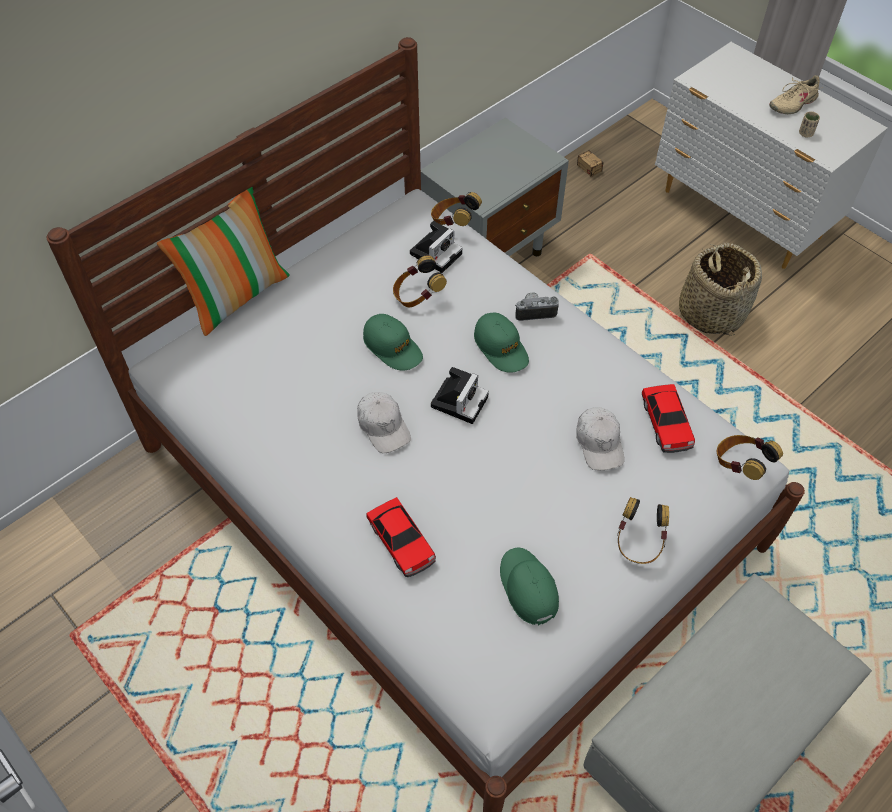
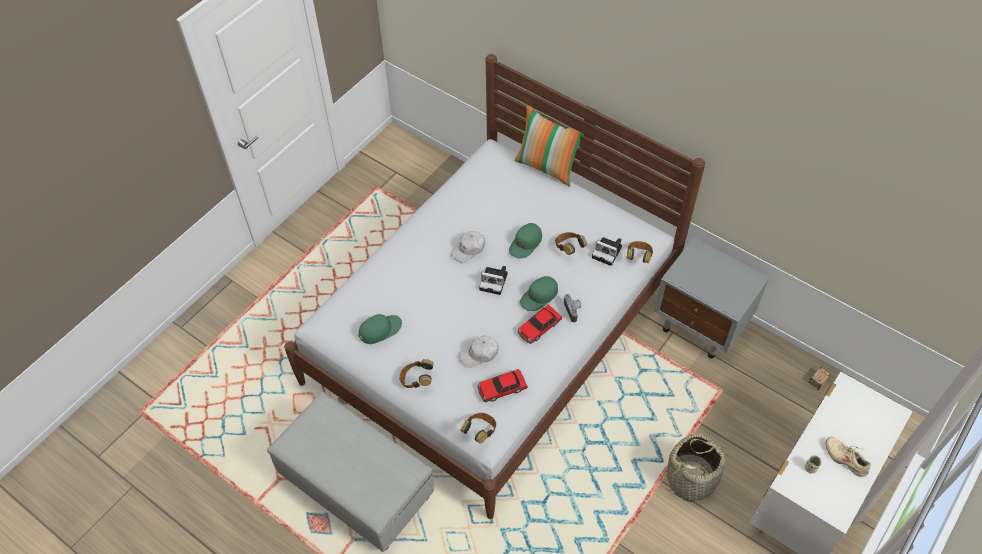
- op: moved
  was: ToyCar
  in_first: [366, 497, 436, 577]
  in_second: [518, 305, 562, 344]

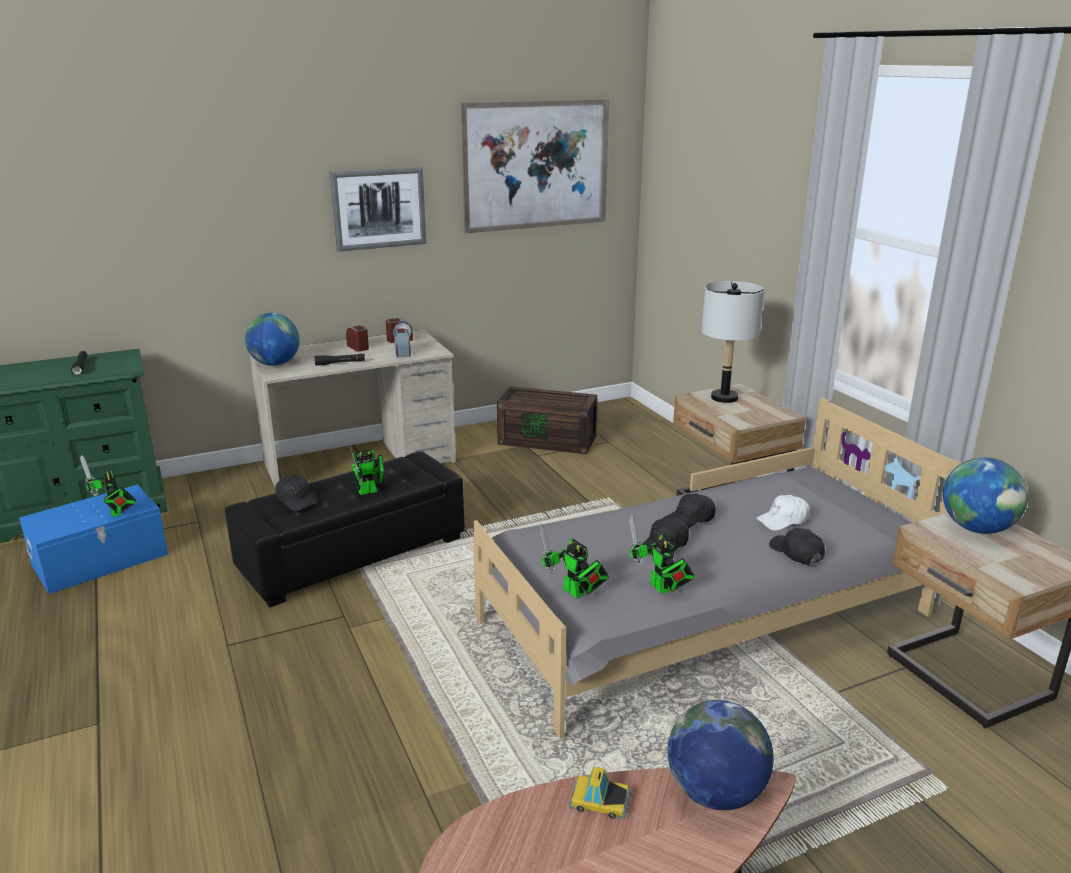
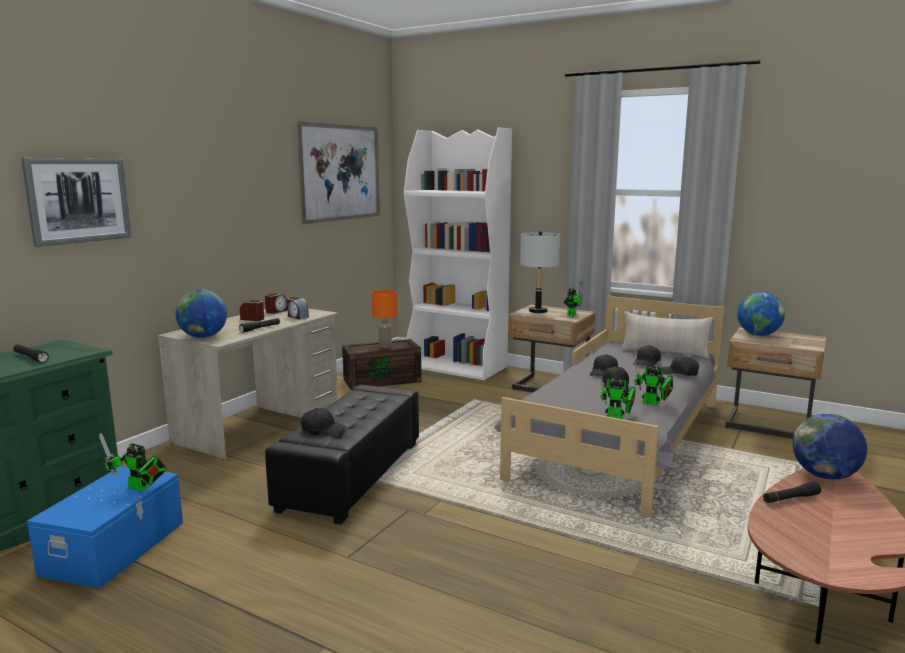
- op: moved
  was: Picture
  in_first: [330, 167, 426, 252]
  in_second: [21, 158, 131, 247]
- op: moved
  was: ToyRobot
  in_first: [350, 447, 384, 495]
  in_second: [563, 280, 583, 317]
- op: replaced
  was: ToyCar
  now: BlackFlashlight
  in_first: [568, 767, 632, 819]
  in_second: [763, 482, 821, 503]
- op: recoloured
  was: WhiteCap
  now: BlackCap
  in_first: [756, 495, 810, 531]
  in_second: [633, 345, 661, 366]
- op: added
  now: OrangeTableLamp
  in_second: [371, 290, 397, 348]
- op: added
  now: WhiteBookcase
  in_second: [404, 127, 512, 380]
- op: added
  now: BeigePillow
  in_second: [621, 311, 713, 358]

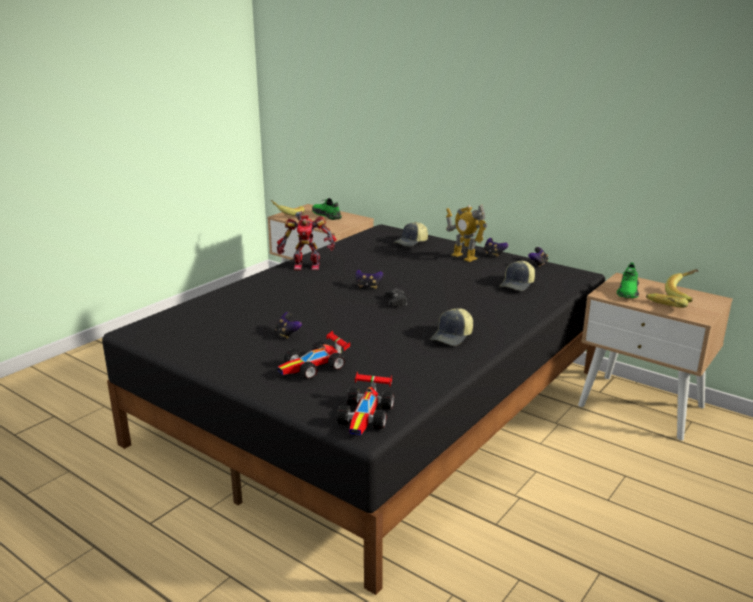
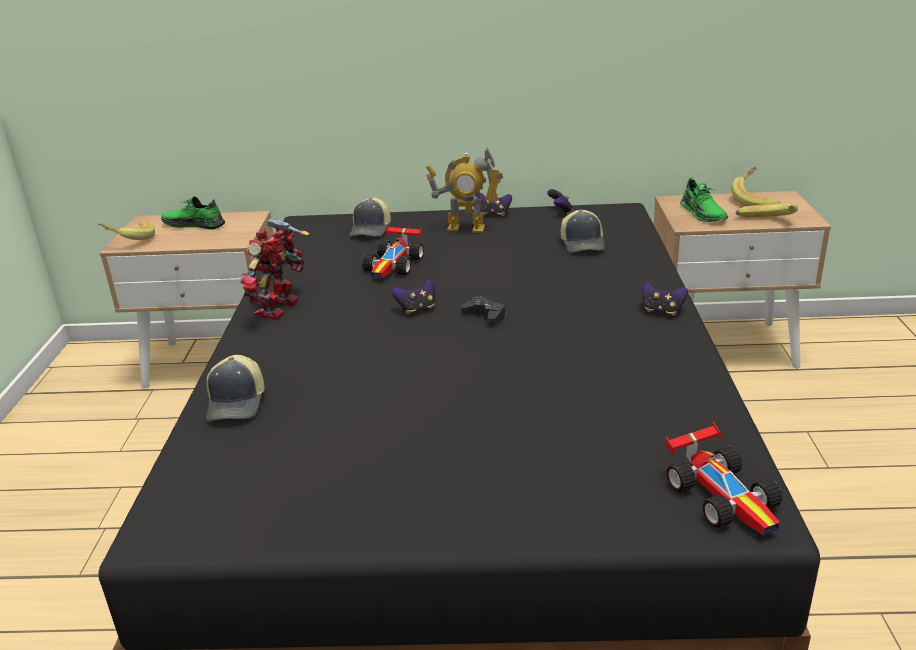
- op: moved
  was: GameController
  in_first: [275, 312, 302, 339]
  in_second: [642, 282, 688, 316]
- op: turned
  was: ToyRobot
  in_first: [277, 211, 337, 270]
  in_second: [240, 218, 310, 319]
  clockwise: 150
- op: moved
  was: ToyCar
  in_first: [278, 330, 350, 379]
  in_second: [362, 224, 424, 278]
- op: moved
  was: Cap
  in_first: [430, 308, 473, 346]
  in_second: [206, 355, 264, 421]

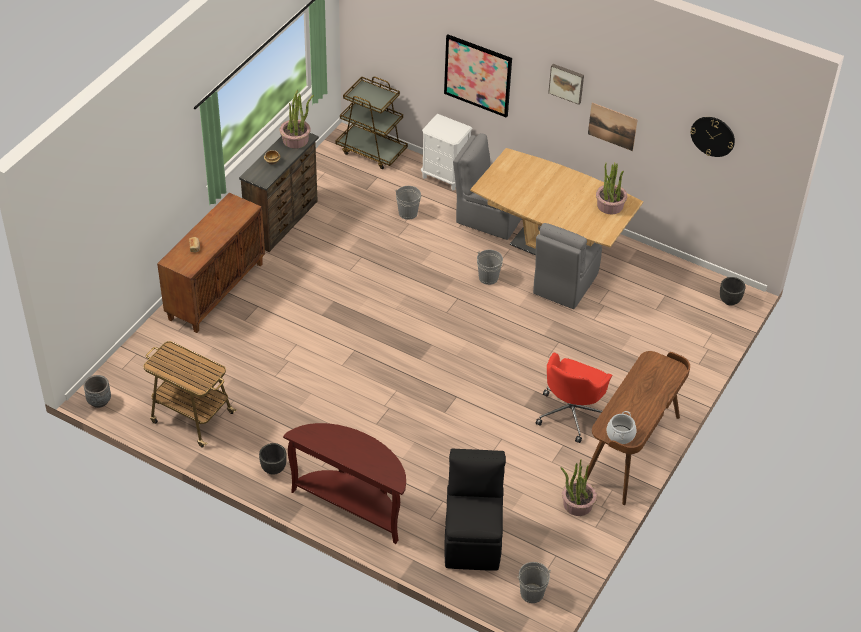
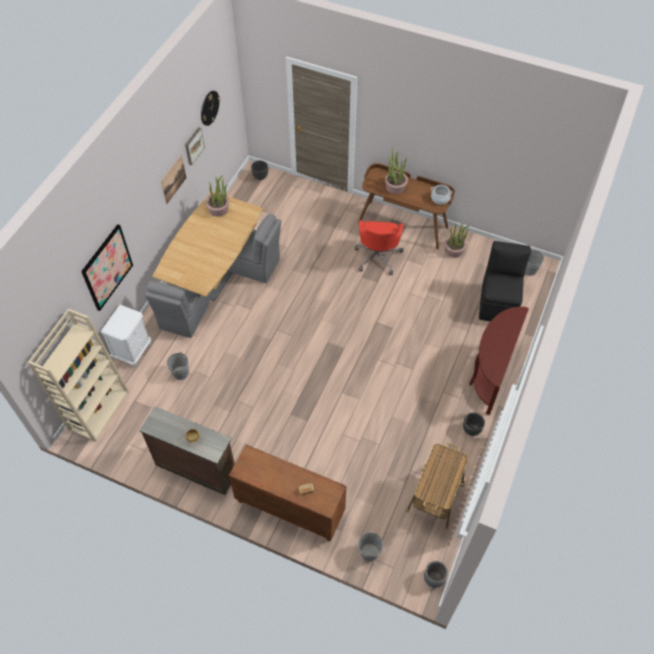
- op: moved
  was: PottedPlant
  in_first: [280, 90, 314, 148]
  in_second: [385, 147, 408, 194]
- op: replaced
  was: BrownCart
  now: BeigeBookcase
  in_first: [335, 77, 408, 169]
  in_second: [28, 308, 129, 442]
- op: turned
  was: BlackChair
  in_first: [445, 449, 506, 571]
  in_second: [479, 241, 531, 322]
  clockwise: 105
- op: moved
  was: GreyBucket
  in_first: [477, 250, 503, 285]
  in_second: [359, 533, 383, 562]
- op: turned
  was: RedOfficeChair
  in_first: [536, 352, 612, 443]
  in_second: [355, 220, 404, 275]
  clockwise: 75
- op: moved
  was: Picture
  in_first: [548, 64, 584, 105]
  in_second: [185, 127, 205, 165]

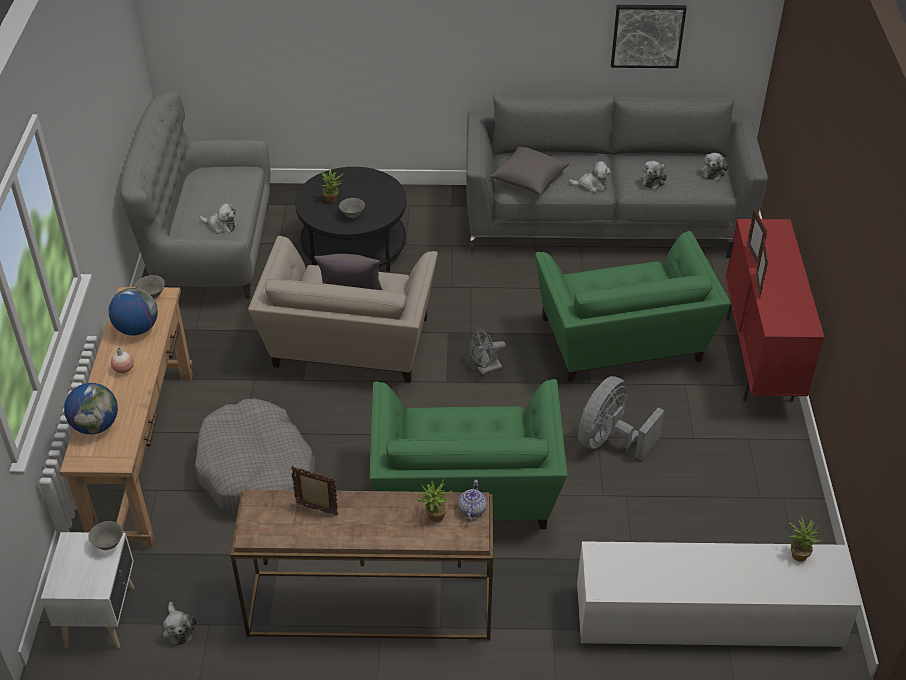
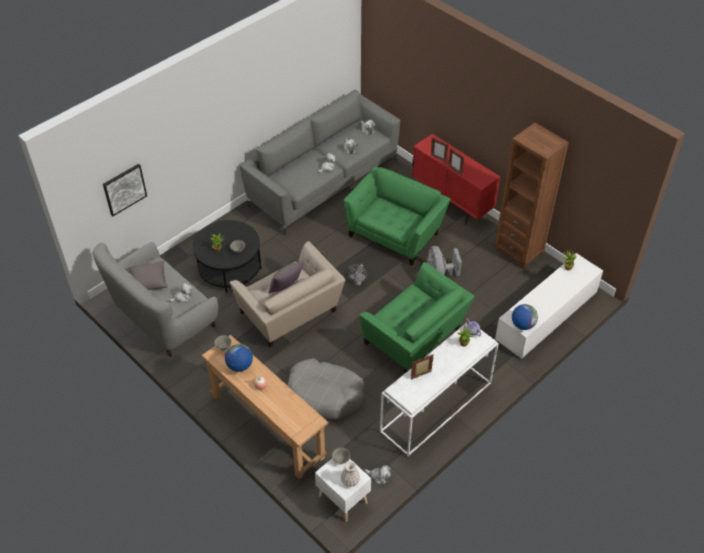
- op: moved
  was: Globe
  in_first: [64, 383, 118, 434]
  in_second: [512, 304, 538, 330]
- op: recoloured
  was: BrownConsoleTable
  now: WhiteConsoleTable
  in_first: [230, 490, 493, 641]
  in_second: [380, 321, 499, 457]
- op: moved
  was: GreyPillow
  in_first: [490, 147, 569, 194]
  in_second: [128, 260, 168, 290]
- op: turned
  was: GreenArmchair
  in_first: [535, 231, 731, 382]
  in_second: [343, 166, 450, 266]
  clockwise: -90
- op: moved
  was: Picture
  in_first: [611, 5, 687, 68]
  in_second: [103, 164, 147, 216]
- op: added
  now: WhiteVase
  in_second: [341, 461, 360, 487]
- op: added
  now: BrownBookcase
  in_second: [494, 123, 569, 269]

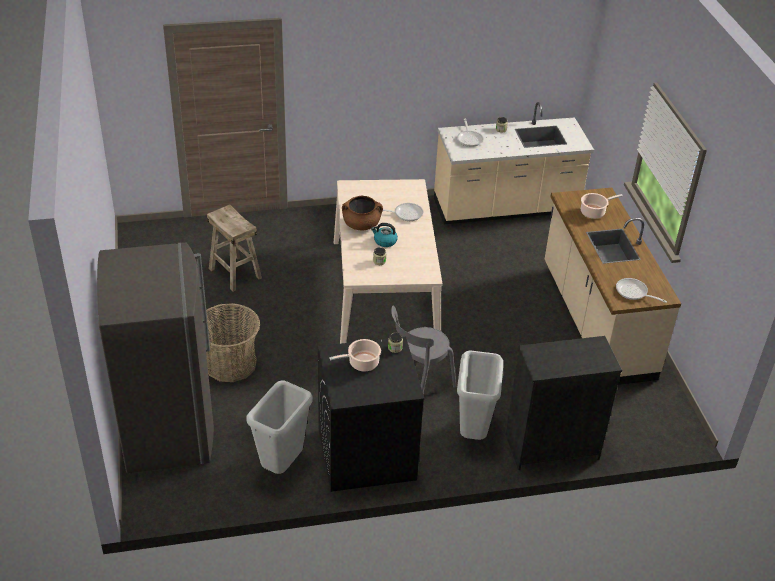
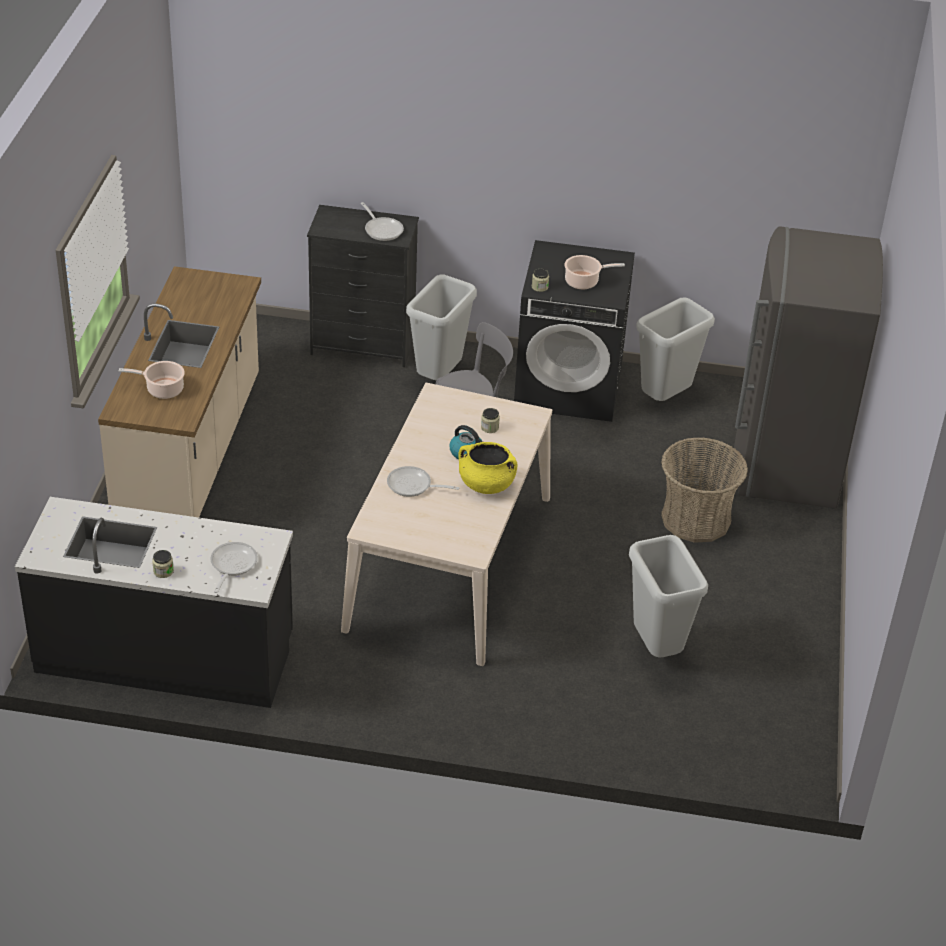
- op: replaced
  was: BeigeStool
  now: GreyTrashCan
  in_first: [207, 204, 262, 291]
  in_second: [629, 535, 708, 658]
- op: recoloured
  was: BrownCookingPot
  now: YellowCookingPot
  in_first: [342, 196, 383, 230]
  in_second: [458, 442, 517, 494]
- op: recoloured
  was: BeigeCounter
  now: BlackCounter
  in_first: [434, 102, 594, 224]
  in_second: [15, 497, 293, 708]
- op: moved
  was: FryingPan
  in_first: [616, 278, 667, 303]
  in_second: [361, 202, 404, 241]

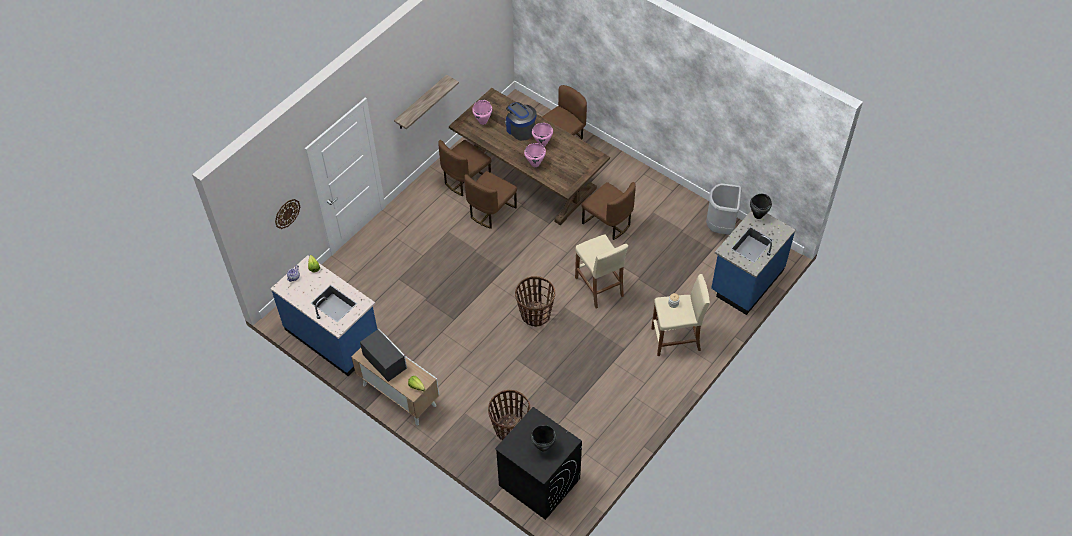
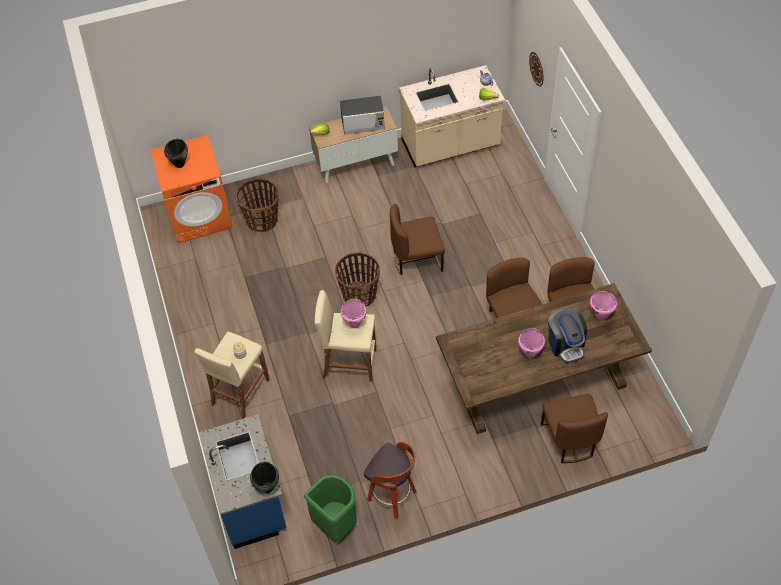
- op: recoloured
  was: BlueCounter
  now: BeigeCounter
  in_first: [270, 255, 378, 377]
  in_second: [399, 65, 505, 167]
- op: removed
  was: Shelf
  in_first: [394, 75, 459, 129]
- op: recoloured
  was: BlackWashingMachine
  now: OrangeWashingMachine
  in_first: [495, 407, 582, 520]
  in_second: [150, 135, 233, 243]
- op: turned
  was: CoffeeMachine
  in_first: [505, 102, 537, 141]
  in_second: [548, 308, 587, 363]
  clockwise: 75
- op: moved
  was: PinkCookingPot
  in_first: [524, 143, 546, 167]
  in_second: [341, 299, 366, 328]
- op: moved
  was: BrownChair
  in_first: [582, 182, 636, 240]
  in_second: [390, 204, 445, 275]
- op: recoloured
  was: GreyTrashCan
  now: GreenTrashCan
  in_first: [706, 183, 742, 235]
  in_second: [304, 475, 357, 542]
- op: added
  now: Stool
  in_second: [364, 442, 417, 519]

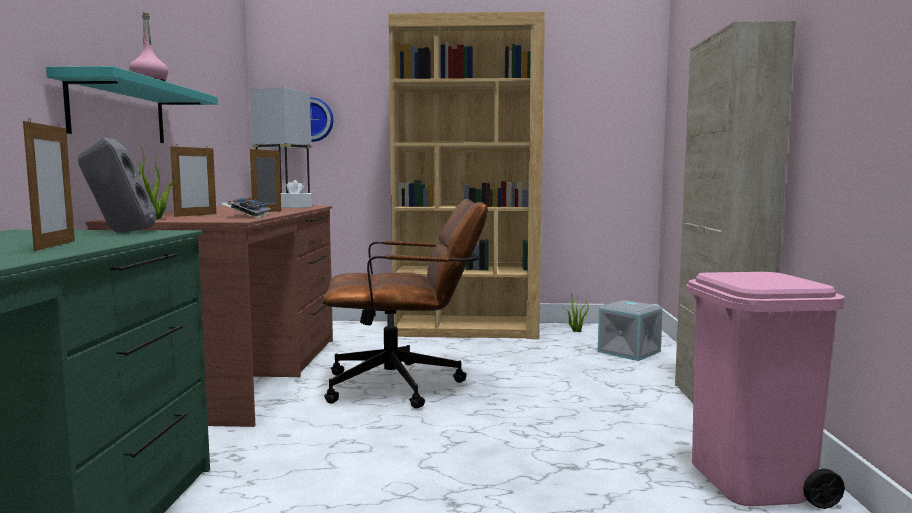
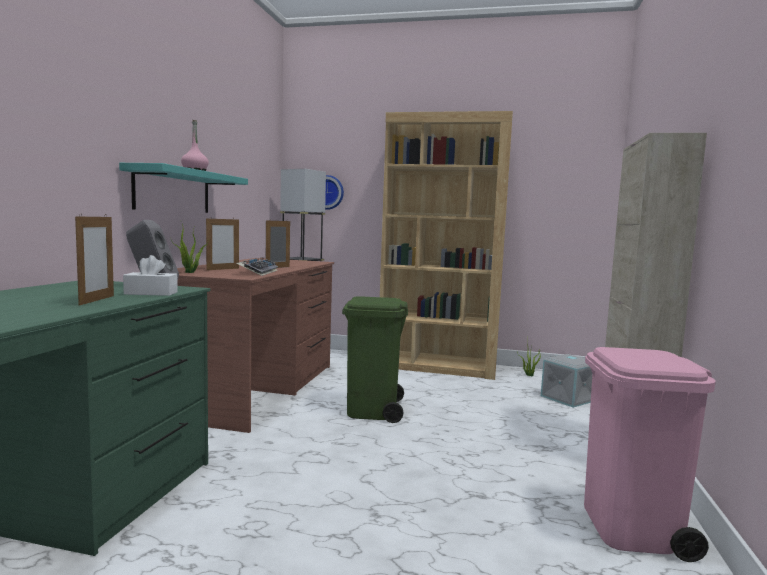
- op: moved
  was: WhiteTissueBox
  in_first: [281, 180, 312, 208]
  in_second: [123, 255, 178, 296]
- op: replaced
  was: BrownOfficeChair
  now: GreenTrashCan
  in_first: [323, 199, 488, 409]
  in_second: [342, 296, 408, 423]

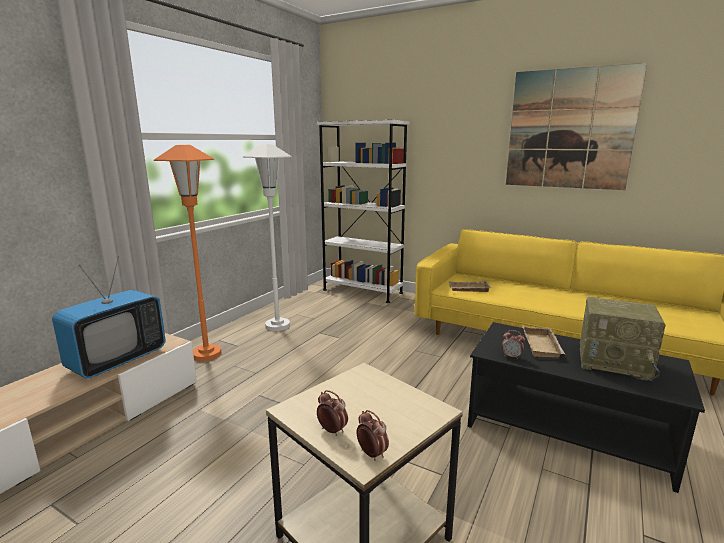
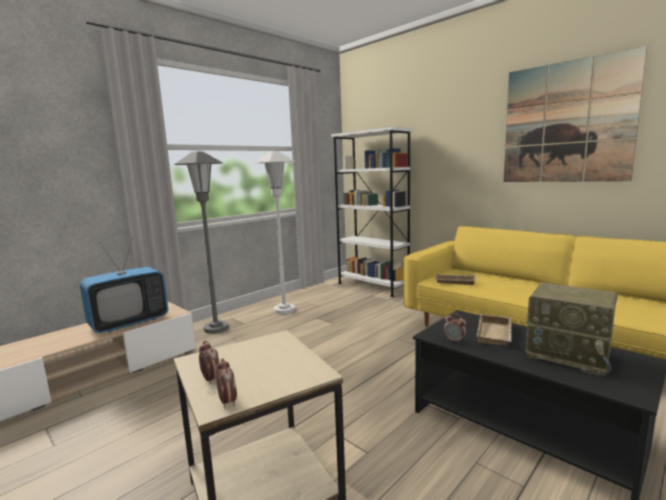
- op: recoloured
  was: OrangeFloorLamp
  now: GreyFloorLamp
  in_first: [154, 145, 221, 361]
  in_second: [175, 152, 228, 334]

